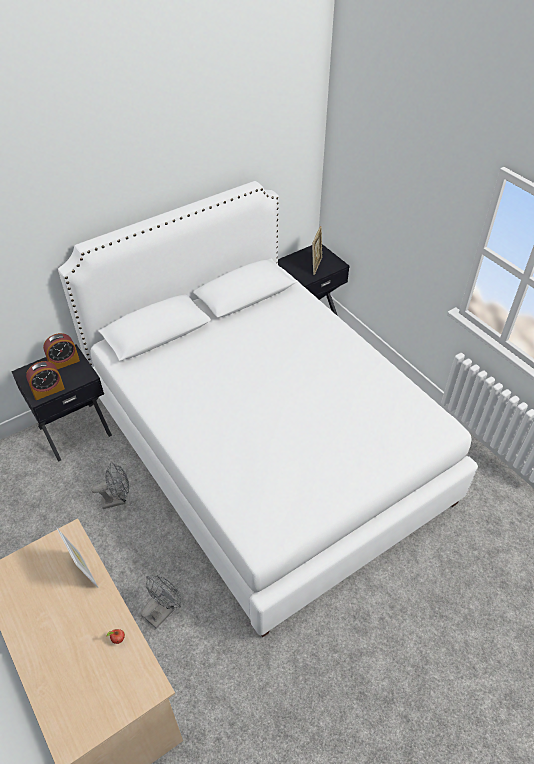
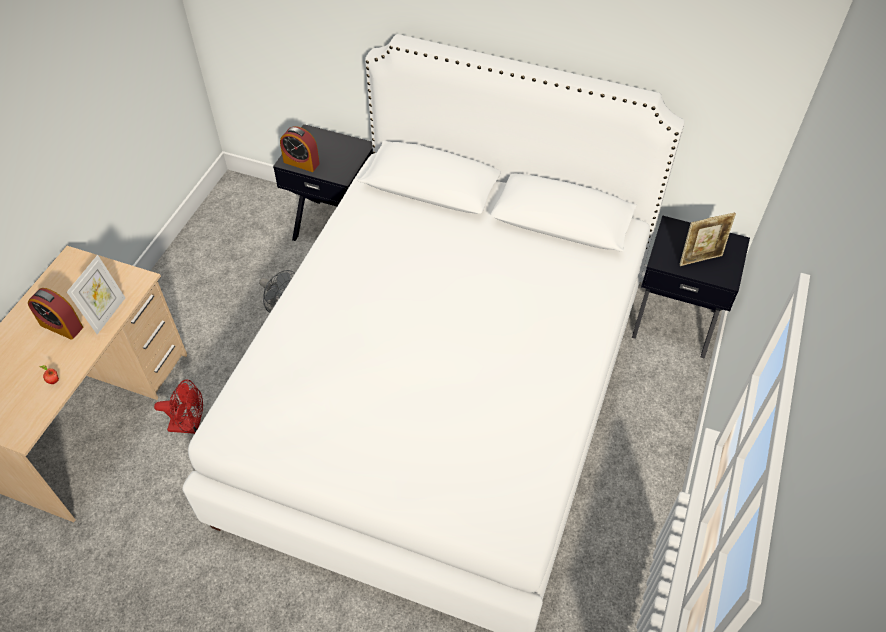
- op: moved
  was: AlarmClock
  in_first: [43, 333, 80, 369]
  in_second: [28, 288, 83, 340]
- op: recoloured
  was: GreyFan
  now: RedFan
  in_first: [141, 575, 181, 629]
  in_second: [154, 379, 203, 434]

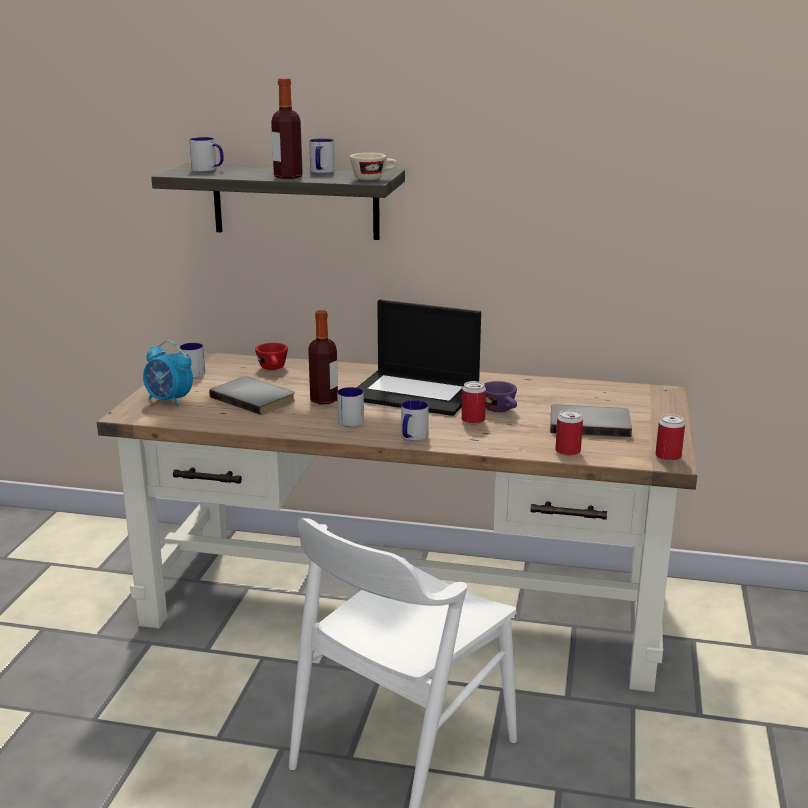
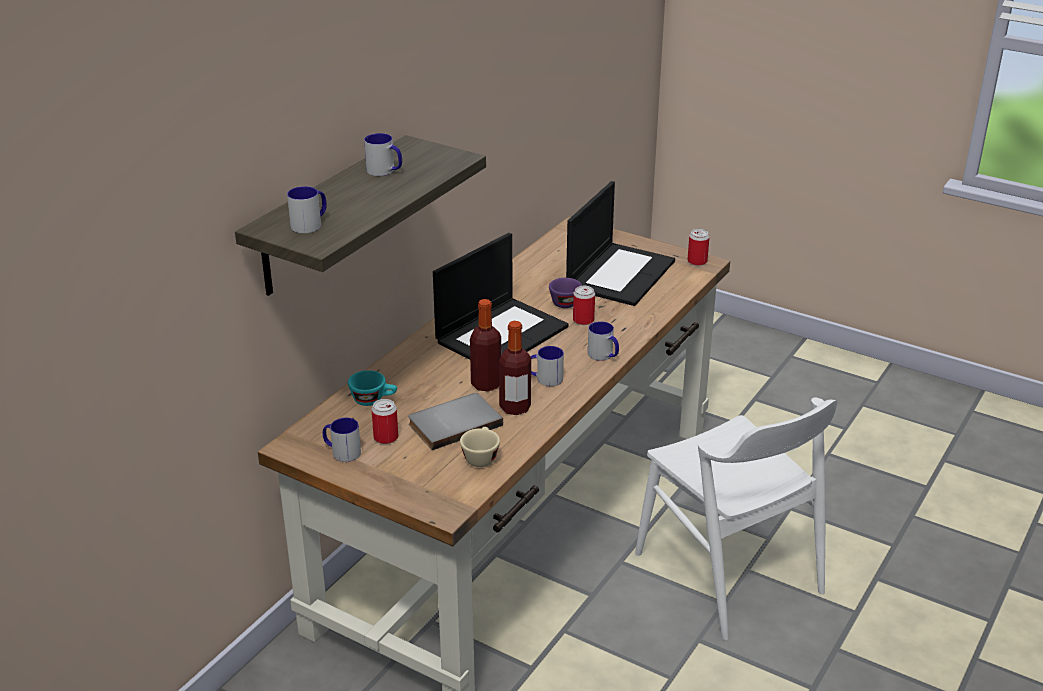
- op: removed
  was: AlarmClock
  in_first: [143, 340, 193, 407]
- op: recoloured
  was: RedCup
  now: TurquoiseCup
  in_first: [255, 343, 288, 370]
  in_second: [348, 370, 397, 406]
- op: moved
  was: Bottle
  in_first: [271, 78, 303, 179]
  in_second: [499, 321, 531, 415]
- op: moved
  was: BeigeCup
  in_first: [350, 153, 397, 180]
  in_second: [460, 427, 500, 467]
- op: replaced
  was: GreyBook
  now: Laptop
  in_first: [550, 405, 632, 437]
  in_second: [566, 181, 675, 306]
- op: moved
  was: Can
  in_first: [555, 409, 583, 456]
  in_second: [372, 399, 398, 444]

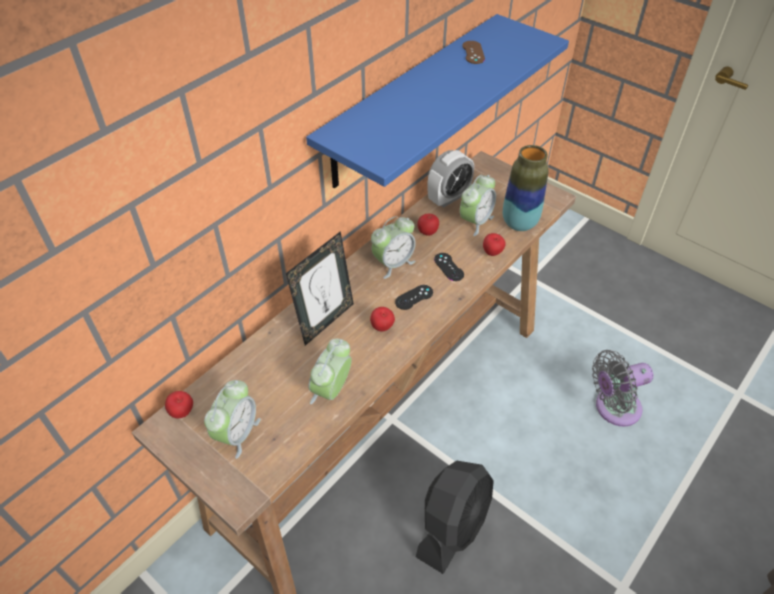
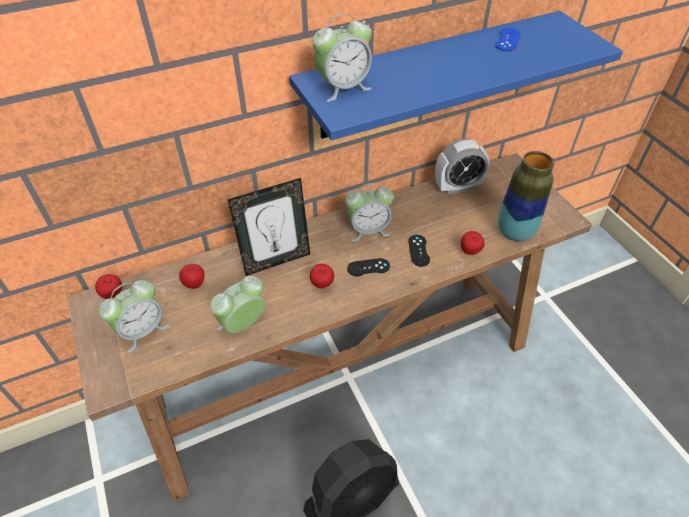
- op: moved
  was: Apple
  in_first: [418, 214, 439, 236]
  in_second: [179, 264, 204, 289]
- op: moved
  was: AlarmClock
  in_first: [460, 175, 496, 236]
  in_second: [312, 13, 372, 102]
- op: recoloured
  was: BrownGameController
  now: BlueGameController
  in_first: [462, 41, 485, 64]
  in_second: [495, 28, 521, 51]
- op: removed
  was: GreyFan
  in_first: [592, 350, 654, 426]

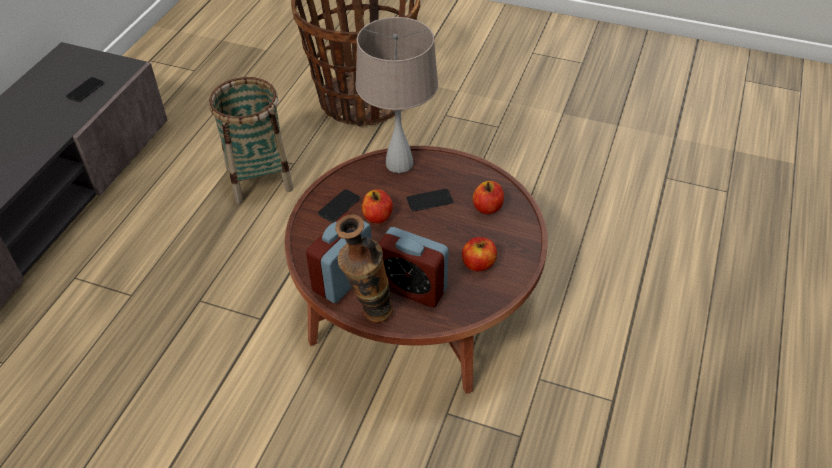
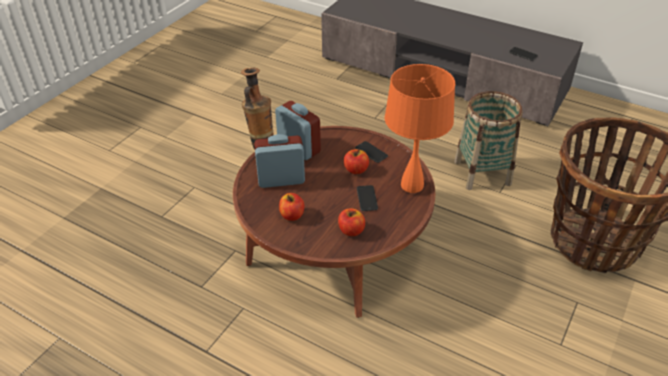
- op: recoloured
  was: BeigeTableLamp
  now: OrangeTableLamp
  in_first: [355, 17, 438, 173]
  in_second: [385, 64, 455, 193]
- op: turned
  was: AlarmClock
  in_first: [378, 227, 449, 307]
  in_second: [254, 134, 305, 188]
  clockwise: 45

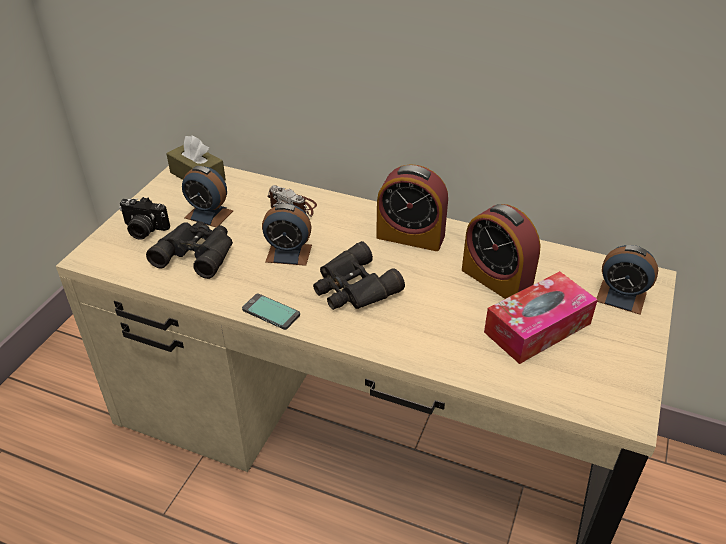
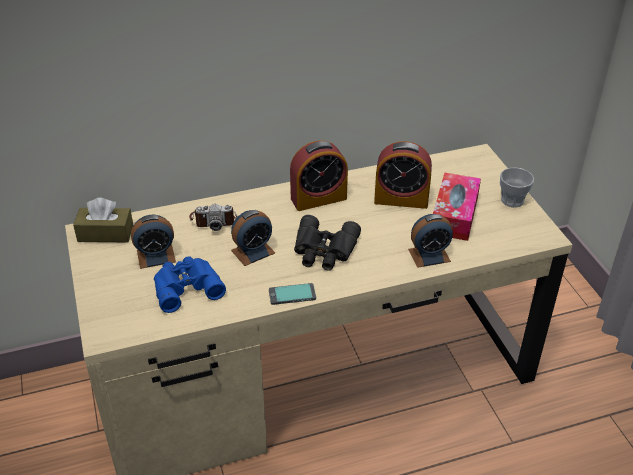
- op: removed
  was: PhotoCamera
  in_first: [119, 197, 170, 240]
- op: recoloured
  was: BlackBinoculars
  now: BlueBinoculars
  in_first: [146, 221, 233, 279]
  in_second: [154, 256, 226, 313]
- op: moved
  was: AlarmClock
  in_first: [596, 245, 658, 315]
  in_second: [408, 214, 453, 268]
- op: added
  now: Cup
  in_second: [500, 168, 534, 208]

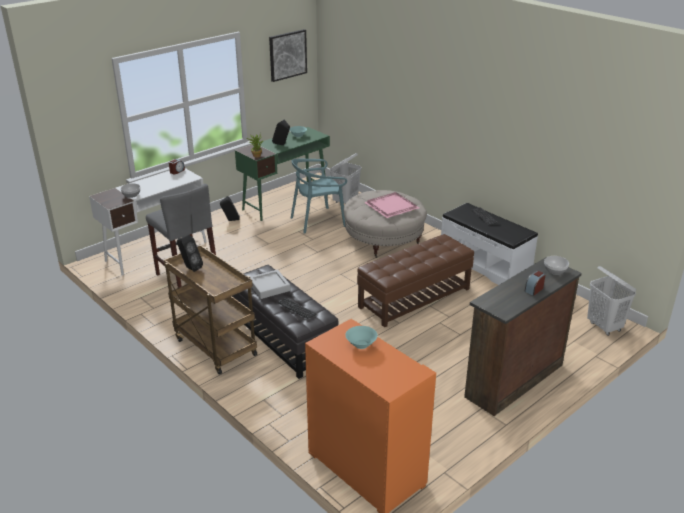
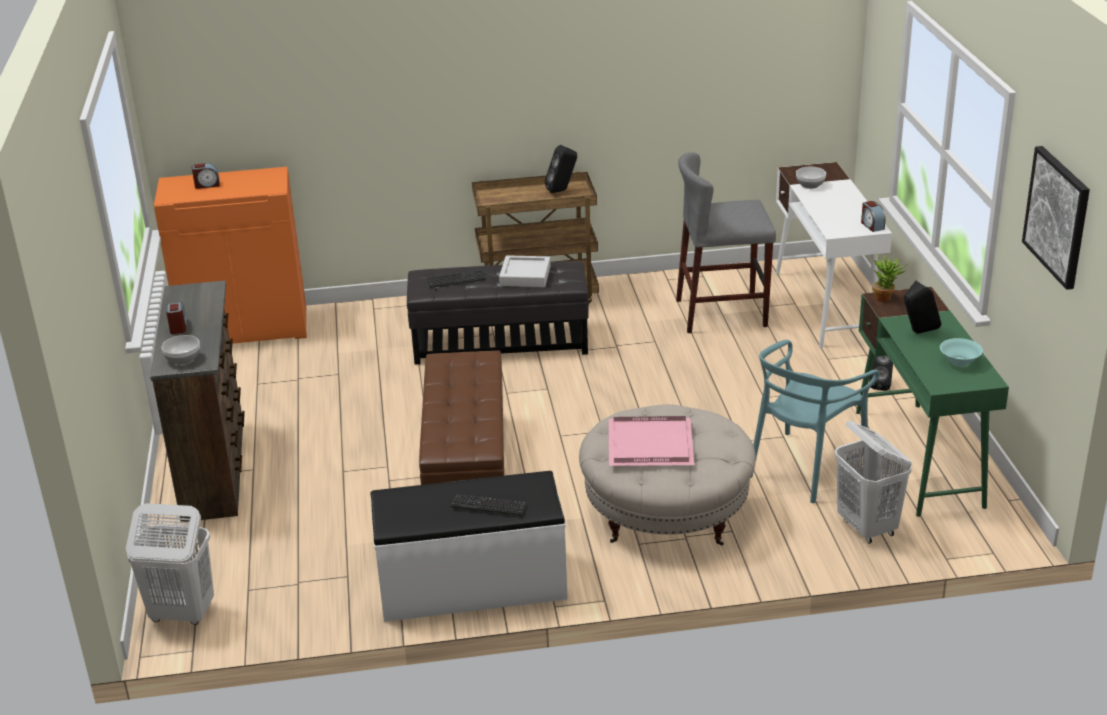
- op: turned
  was: TurquoiseChair
  in_first: [291, 159, 347, 234]
  in_second: [751, 340, 880, 503]
  clockwise: -150
- op: removed
  was: TurquoiseBowl
  in_first: [345, 326, 378, 349]
- op: added
  now: AlarmClock
  in_second: [192, 163, 220, 189]

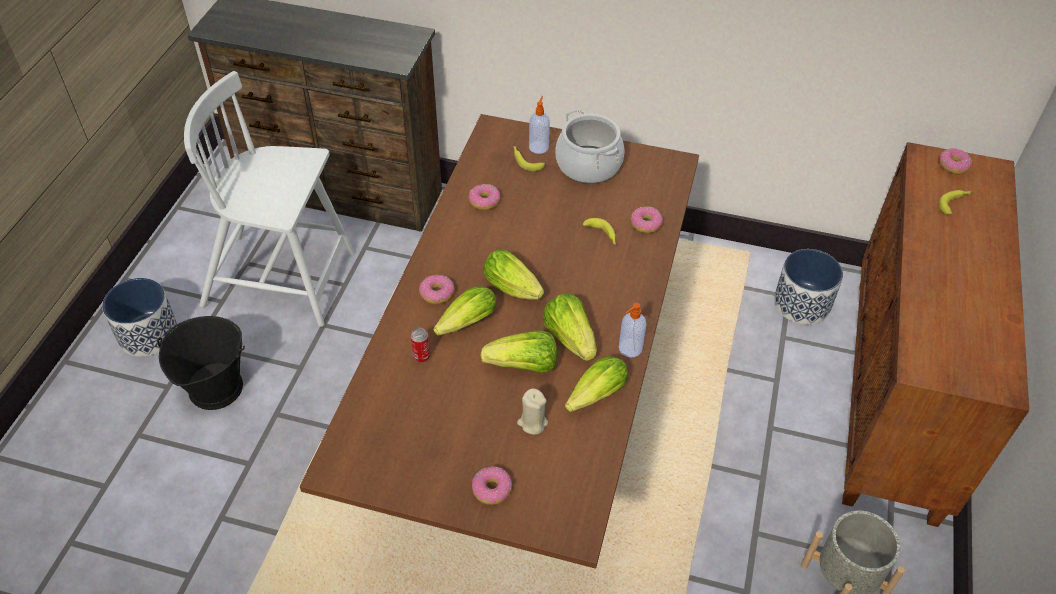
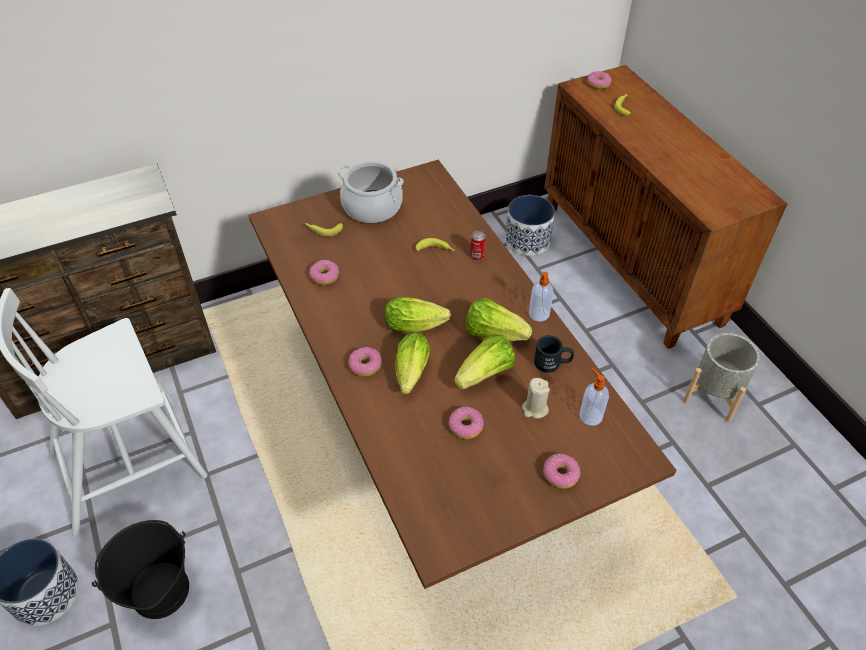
- op: moved
  was: Can
  in_first: [410, 328, 430, 362]
  in_second: [470, 230, 486, 260]
- op: moved
  was: SoapDispenser
  in_first: [529, 96, 550, 154]
  in_second: [579, 368, 609, 426]
- op: replaced
  was: Lettuce
  now: BlackMug
  in_first: [565, 356, 628, 412]
  in_second: [534, 335, 574, 373]
- op: moved
  was: Donut
  in_first: [630, 206, 663, 233]
  in_second: [449, 407, 484, 439]

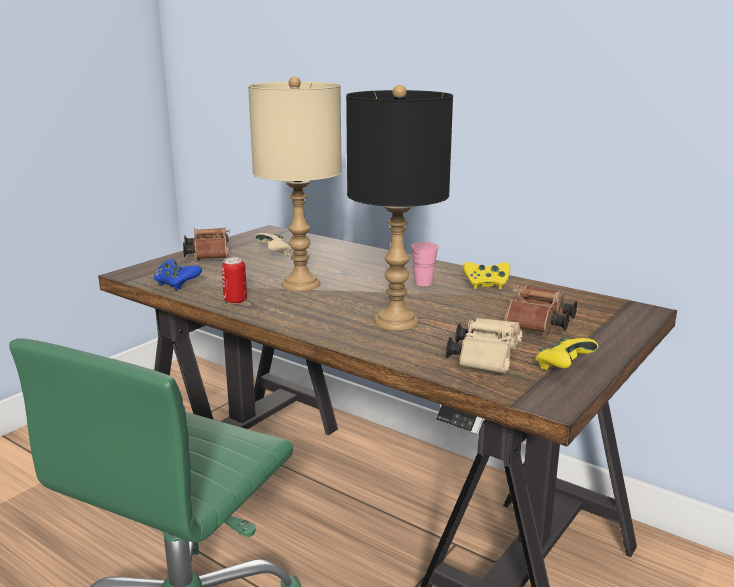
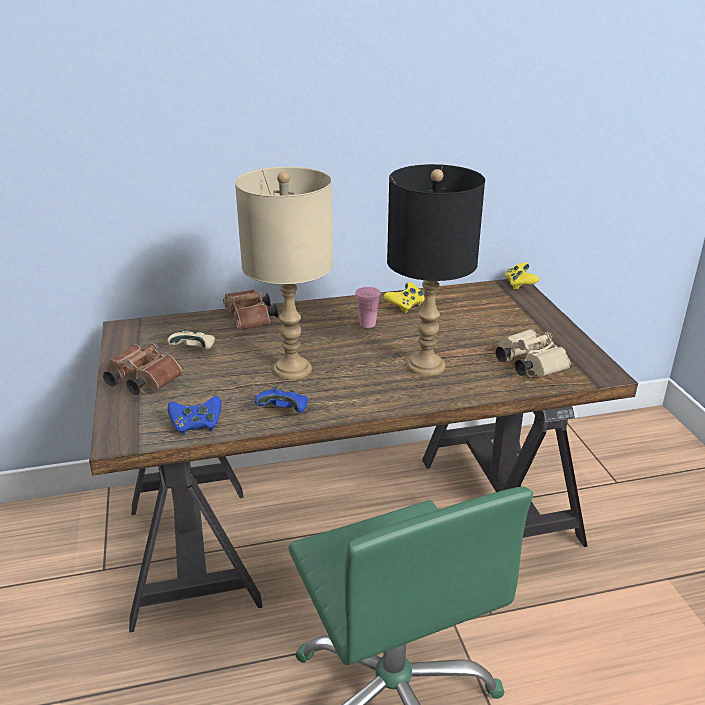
- op: replaced
  was: Can
  now: BlueGameController
  in_first: [221, 257, 247, 304]
  in_second: [255, 386, 308, 413]
- op: moved
  was: BrownBinoculars
  in_first: [504, 285, 577, 334]
  in_second: [223, 290, 278, 330]
- op: moved
  was: YellowGameController
  in_first: [536, 337, 598, 370]
  in_second: [505, 263, 540, 290]

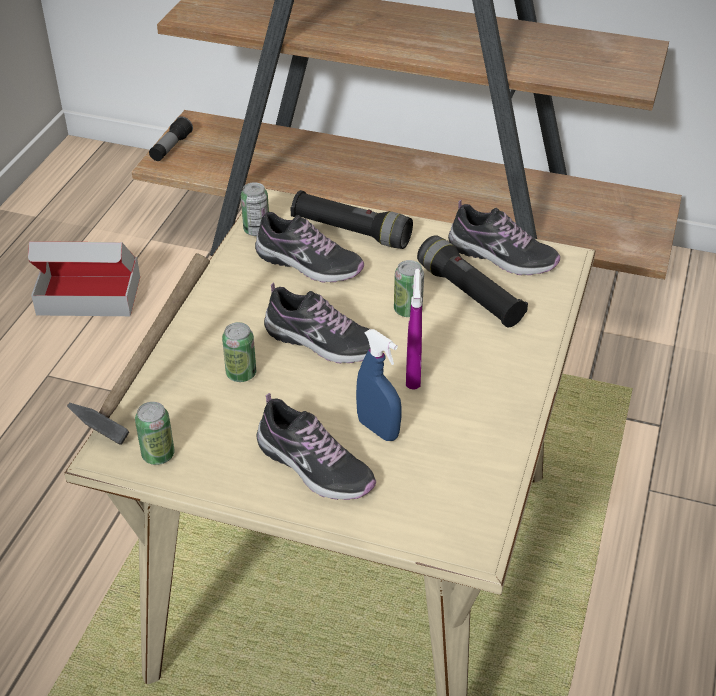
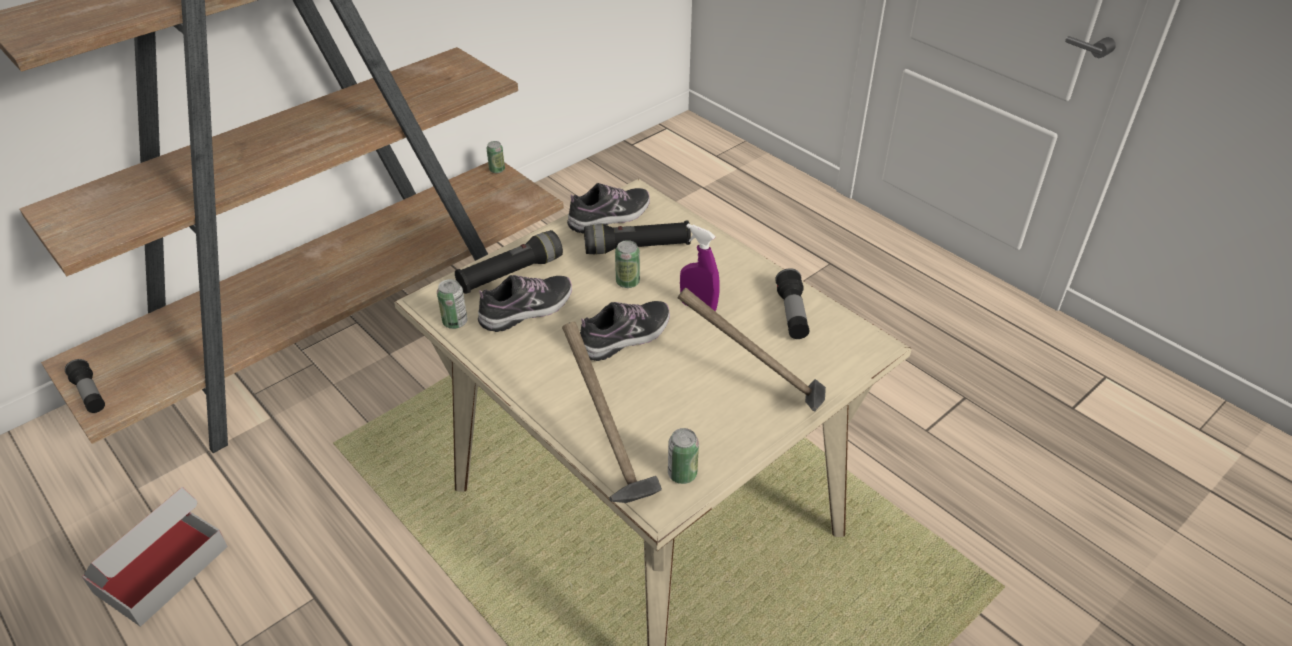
- op: moved
  was: Can
  in_first: [222, 322, 256, 382]
  in_second: [486, 141, 505, 173]
- op: replaced
  was: Shoe
  now: Hammer
  in_first: [257, 393, 376, 500]
  in_second: [678, 288, 826, 412]
- op: removed
  was: BlueSprayBottle
  in_first: [356, 329, 402, 441]
- op: added
  now: Flashlight
  in_second: [775, 268, 810, 339]

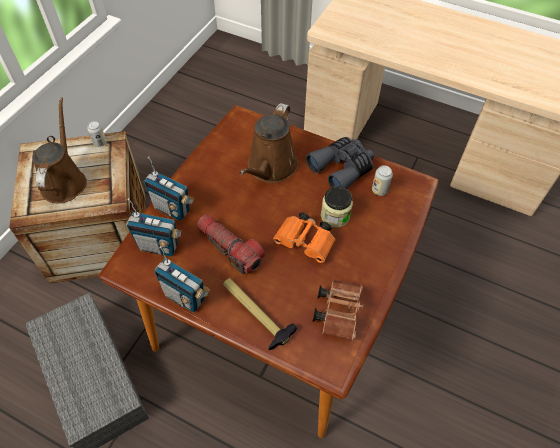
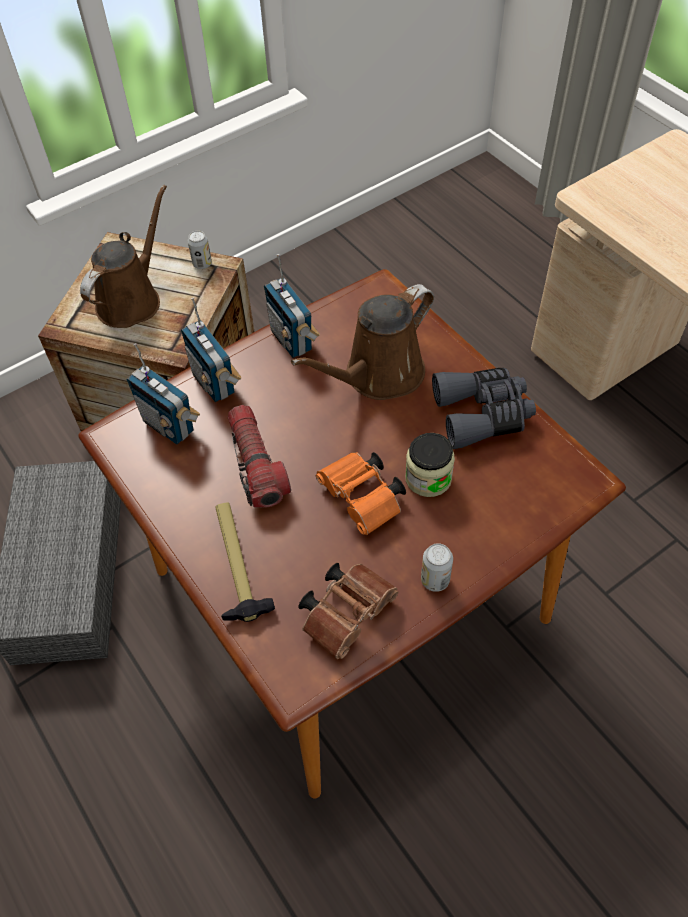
- op: moved
  was: Radio
  in_first: [154, 246, 210, 313]
  in_second: [264, 254, 320, 358]
- op: moved
  was: Can
  in_first: [372, 165, 393, 196]
  in_second: [421, 543, 453, 592]

